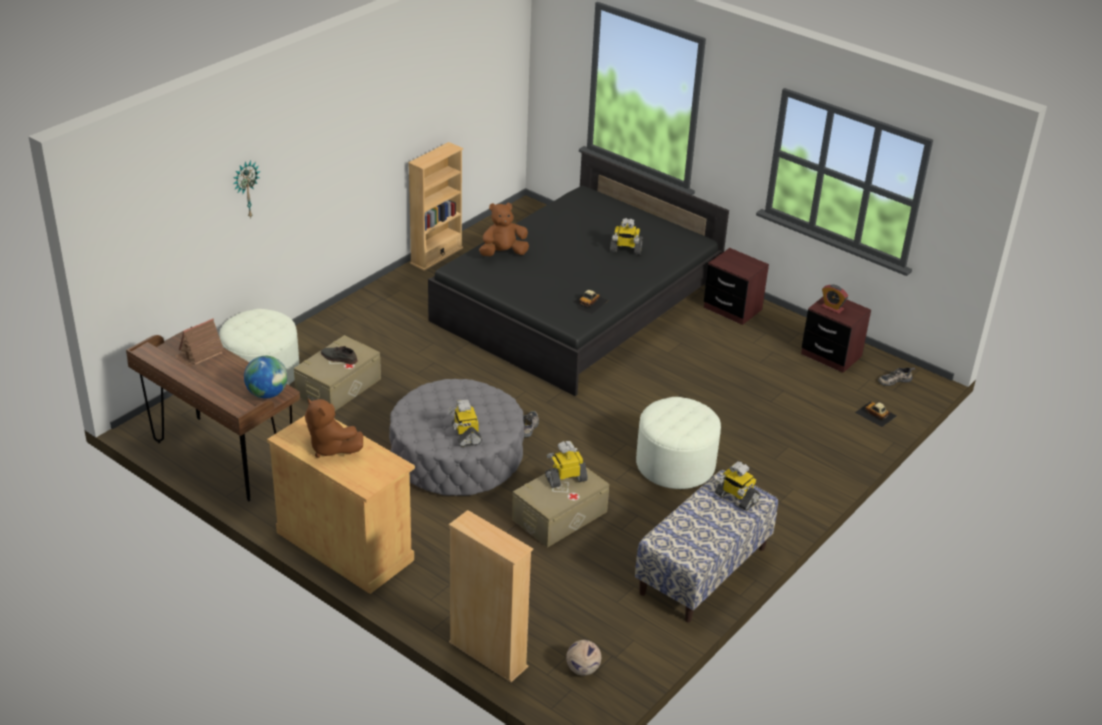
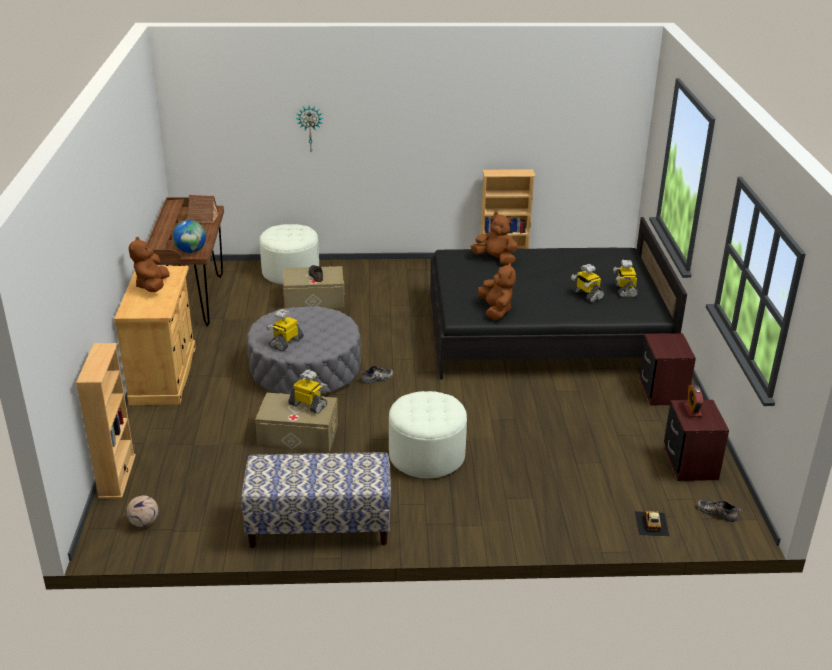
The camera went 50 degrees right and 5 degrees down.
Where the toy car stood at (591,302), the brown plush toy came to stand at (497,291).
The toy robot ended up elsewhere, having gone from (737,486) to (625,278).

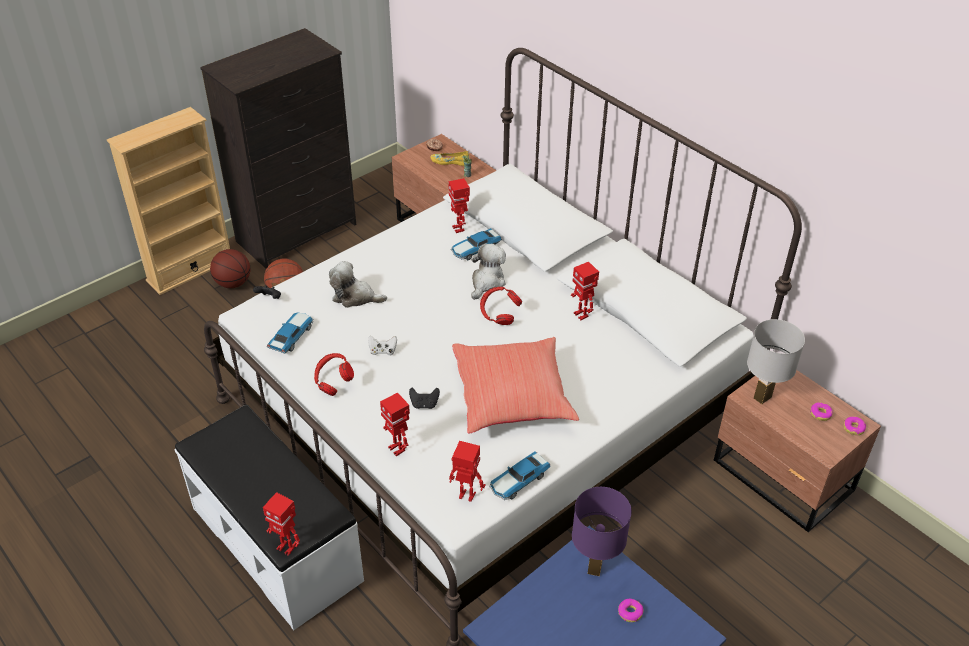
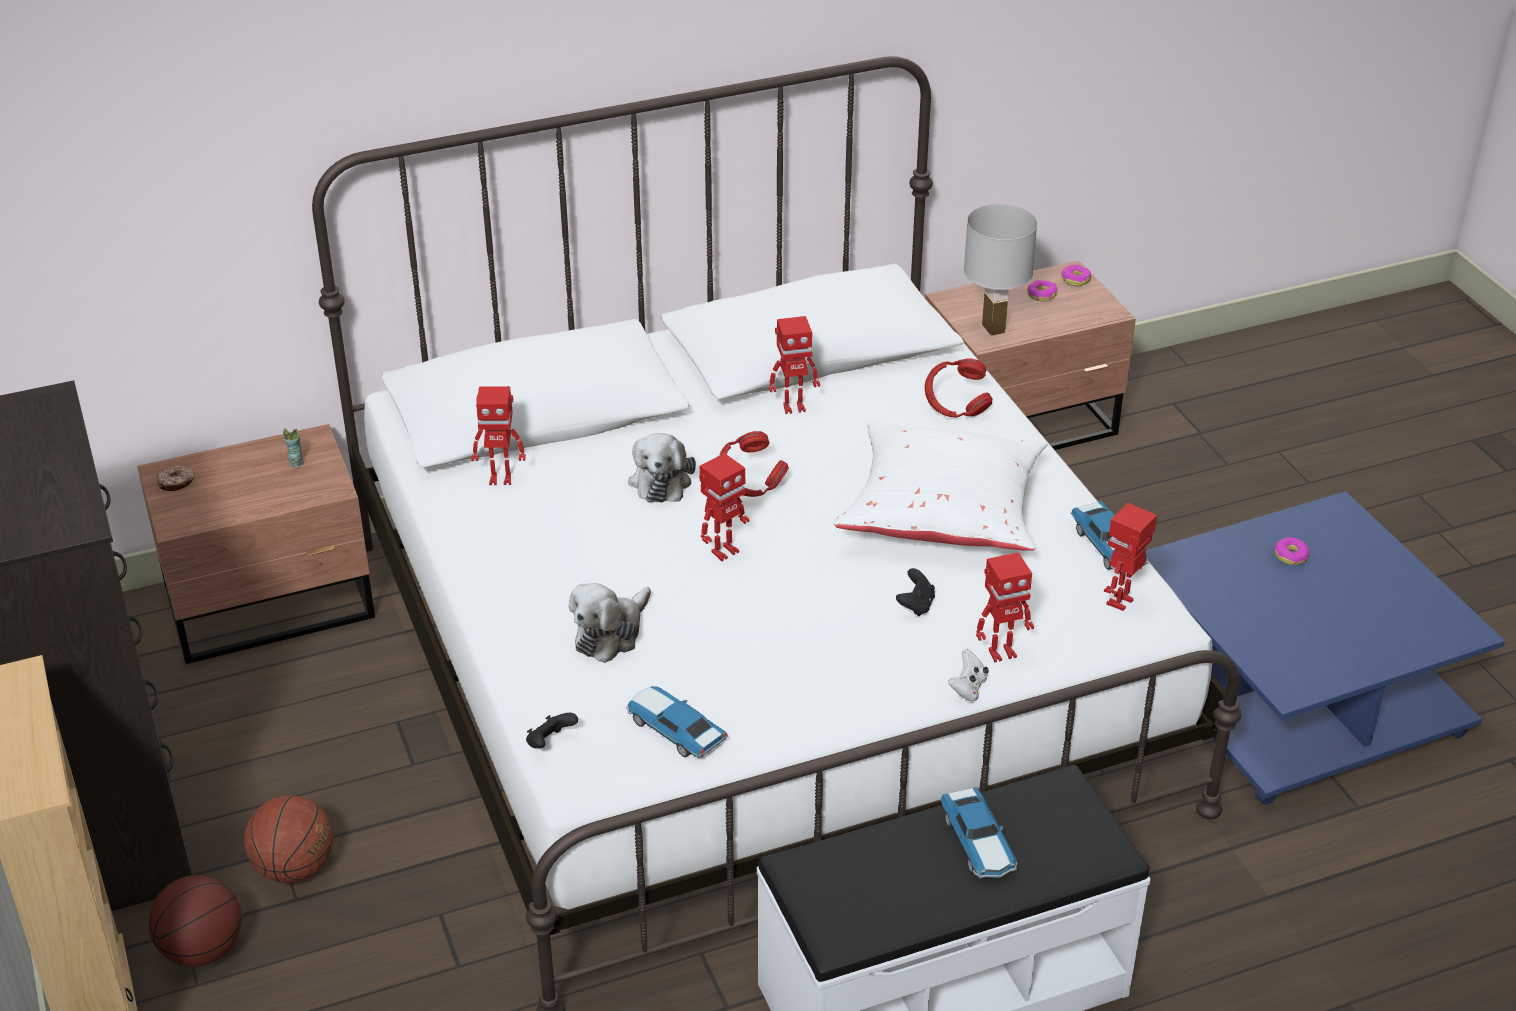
The camera went 70 degrees left and 5 degrees down.
The toy robot ended up elsewhere, having gone from (281,524) to (724,507).
The red headphones ended up elsewhere, having gone from (334,374) to (958,388).
The white game controller ended up elsewhere, having gone from (382,345) to (968,675).
The second view lost the yellow shoe at (450,158).
The toy car ended up elsewhere, having gone from (476,244) to (978,833).
What was the red pillow at (515,385) turned into the white pillow at (941,486).
The plush toy at (488,271) ended up facing another way, 135 degrees counterclockwise from before.
The second view lost the purple table lamp at (602,531).

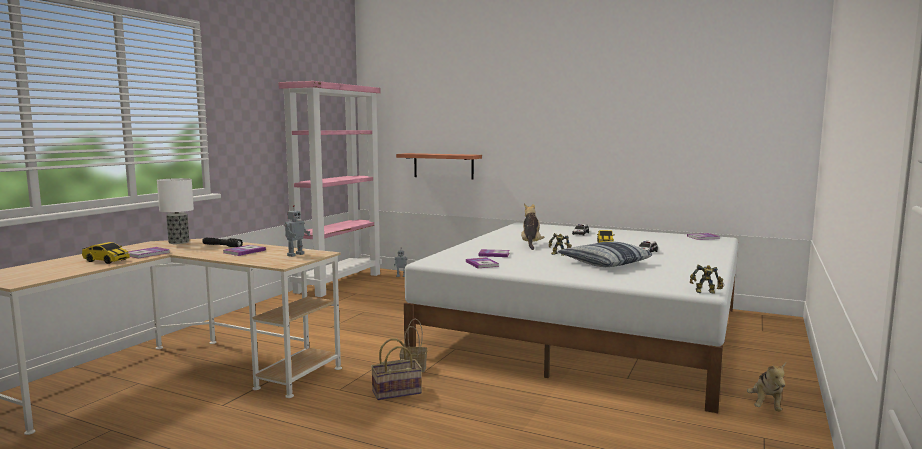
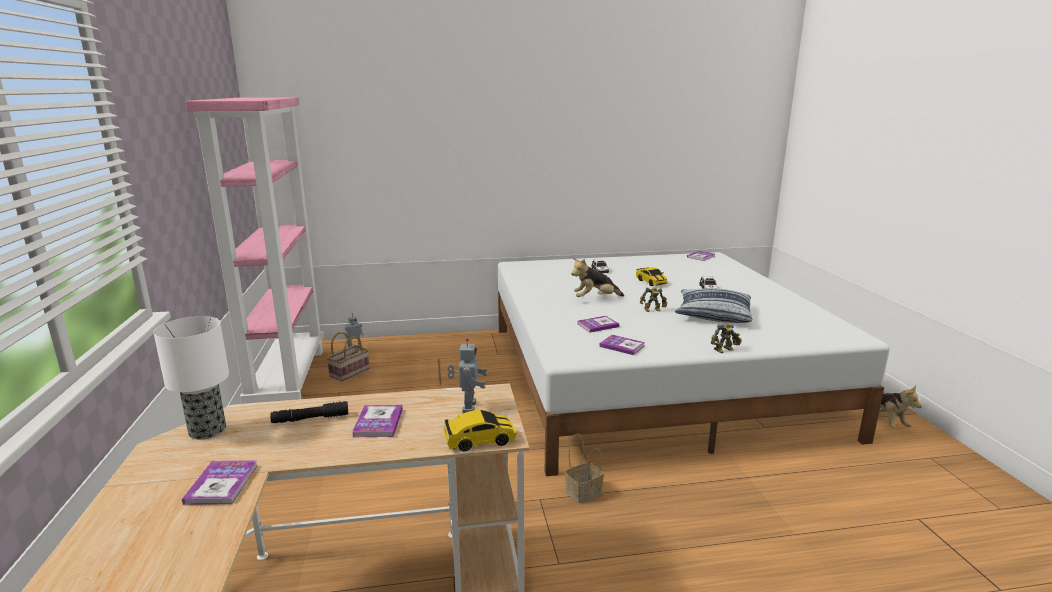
The camera went 35 degrees left and 10 degrees up.
The toy car ended up elsewhere, having gone from (106,253) to (479,430).
The basket ended up elsewhere, having gone from (396,369) to (348,356).
The second view lost the shelf at (439,166).
The plush toy at (532,227) ended up facing another way, 75 degrees counterclockwise from before.
The toy robot ended up elsewhere, having gone from (706,279) to (726,338).

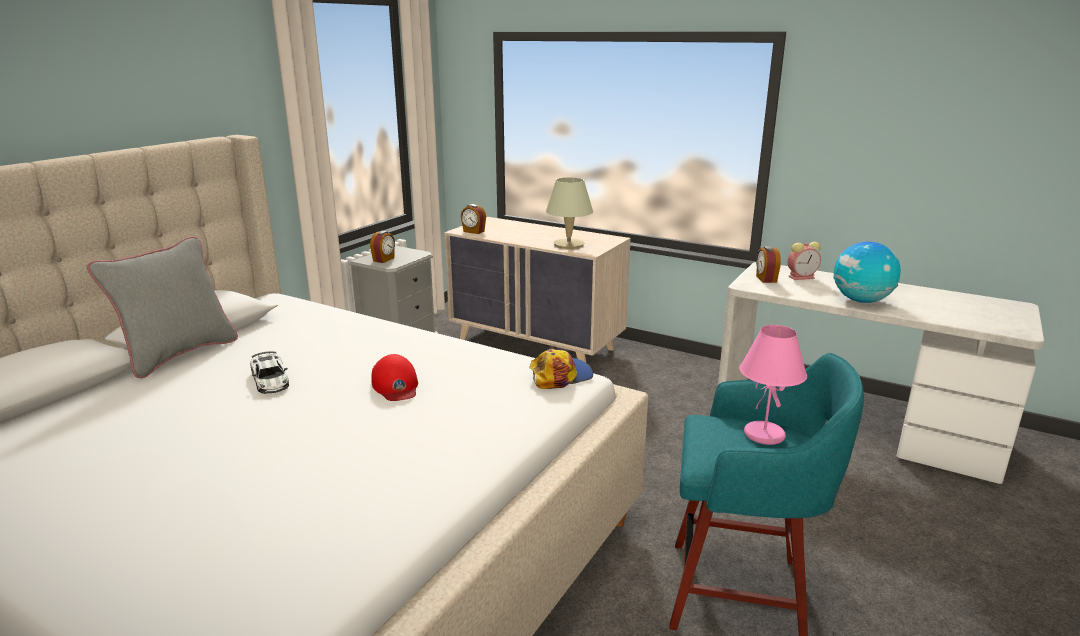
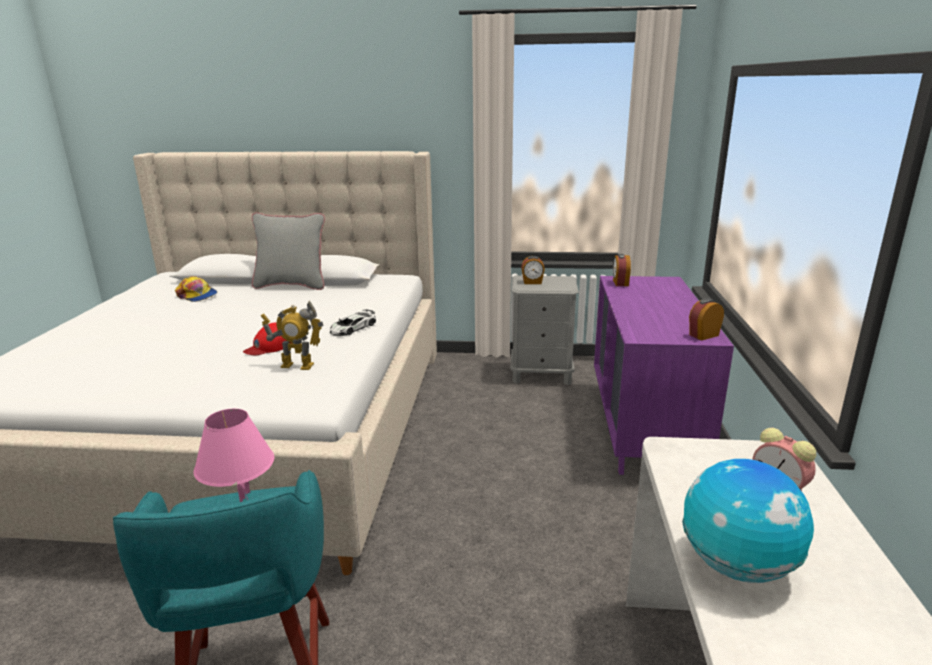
The camera went 65 degrees right and 0 degrees up.
The toy car ended up elsewhere, having gone from (269,372) to (353,323).
What was the beige dresser at (537,289) turned into the purple dresser at (664,375).
The cap ended up elsewhere, having gone from (561,369) to (196,289).
The second view lost the beige table lamp at (569,213).
The alarm clock ended up elsewhere, having gone from (768,264) to (706,319).
The second view gained the toy robot at (292,335).

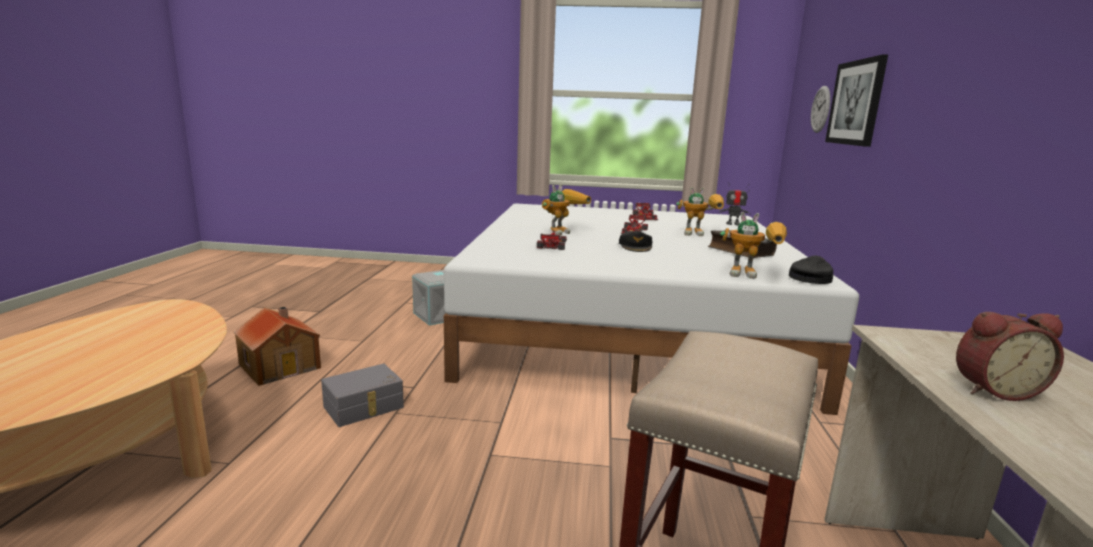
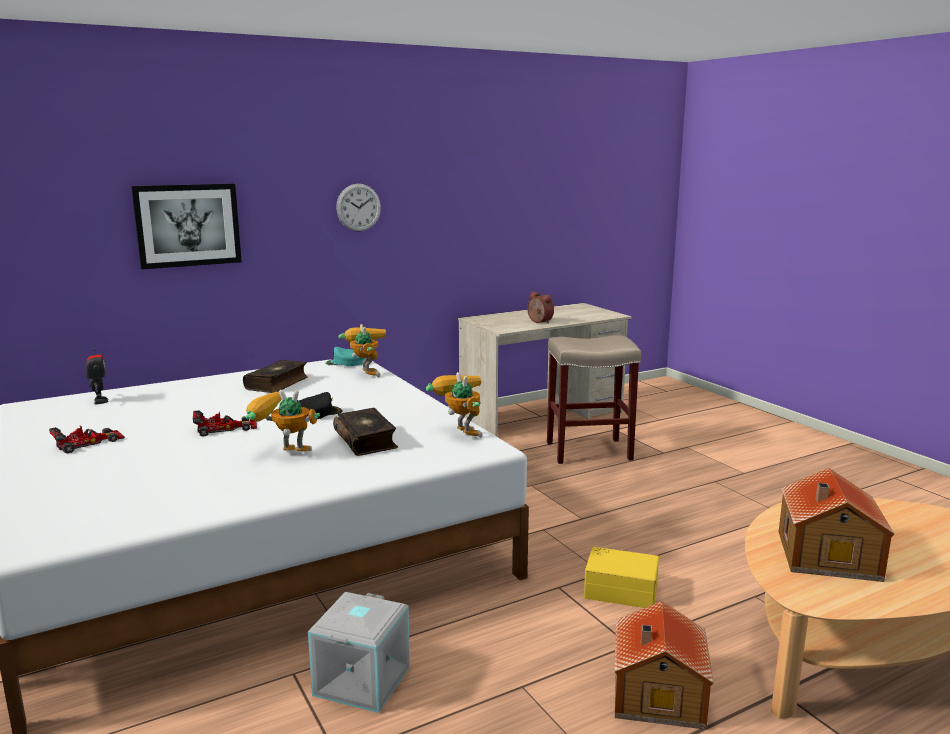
The camera went 125 degrees left and 0 degrees up.
What was the grey storage box at (362,395) turned into the yellow storage box at (621,577).
Where the toy car stood at (552,240), the book came to stand at (365,432).
The toy robot ended up elsewhere, having gone from (700,211) to (454,405).
What was the black cap at (811,270) turned into the turquoise cap at (345,356).
The wall clock ended up elsewhere, having gone from (820,109) to (358,208).
The second view gained the toy house at (836,525).

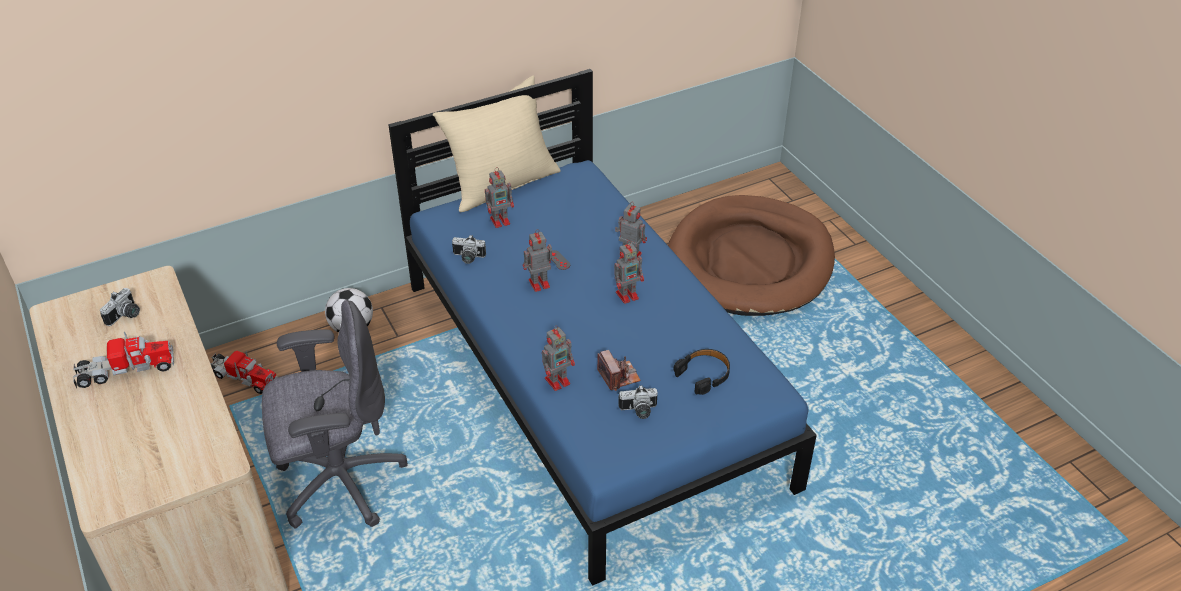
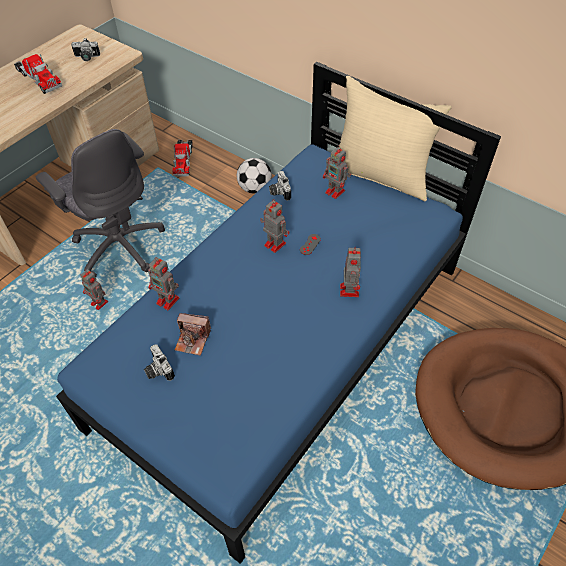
The camera went 65 degrees right and 10 degrees up.
The photo camera at (619,370) ended up facing another way, 60 degrees clockwise from before.
The toy robot ended up elsewhere, having gone from (629,272) to (94,289).
The second view lost the black headphones at (702,372).

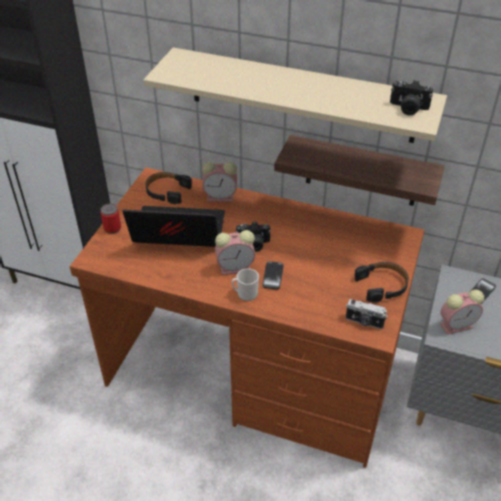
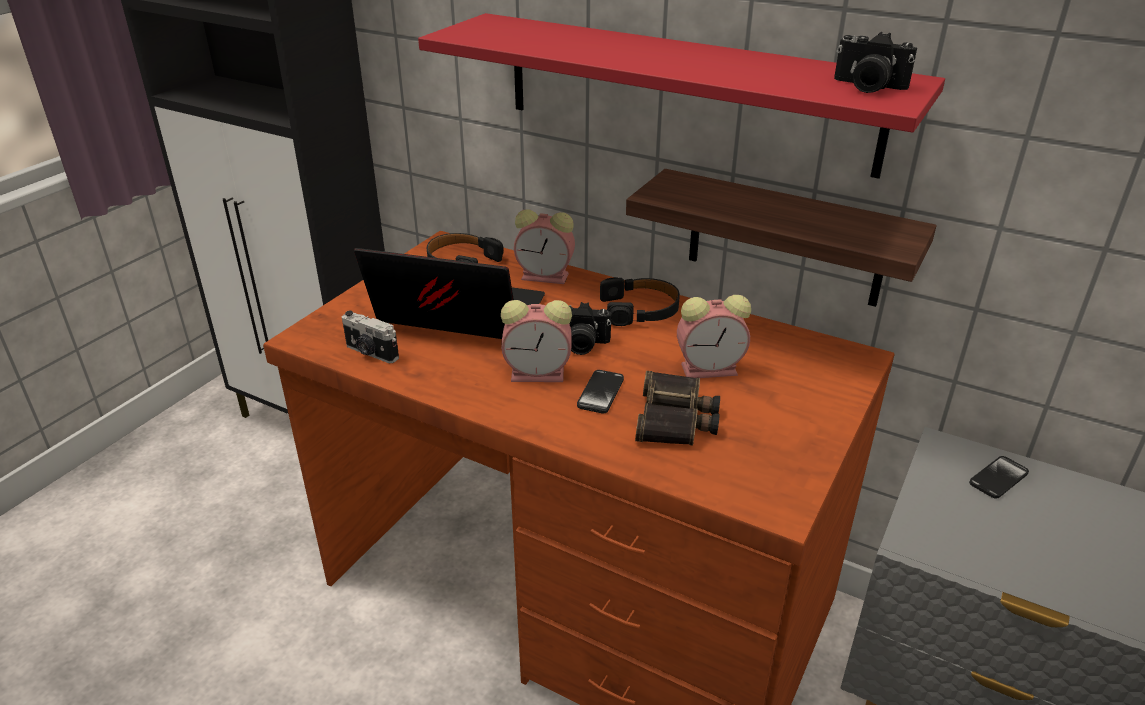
The camera went 10 degrees right and 10 degrees down.
The second view lost the can at (110,218).
What was the beige shelf at (295,95) turned into the red shelf at (681,96).
The second view lost the mug at (245,284).
The photo camera ended up elsewhere, having gone from (367,314) to (370,337).
The black headphones ended up elsewhere, having gone from (382,282) to (640,301).
The alarm clock ended up elsewhere, having gone from (462,312) to (714,336).
The second view gained the binoculars at (677,408).

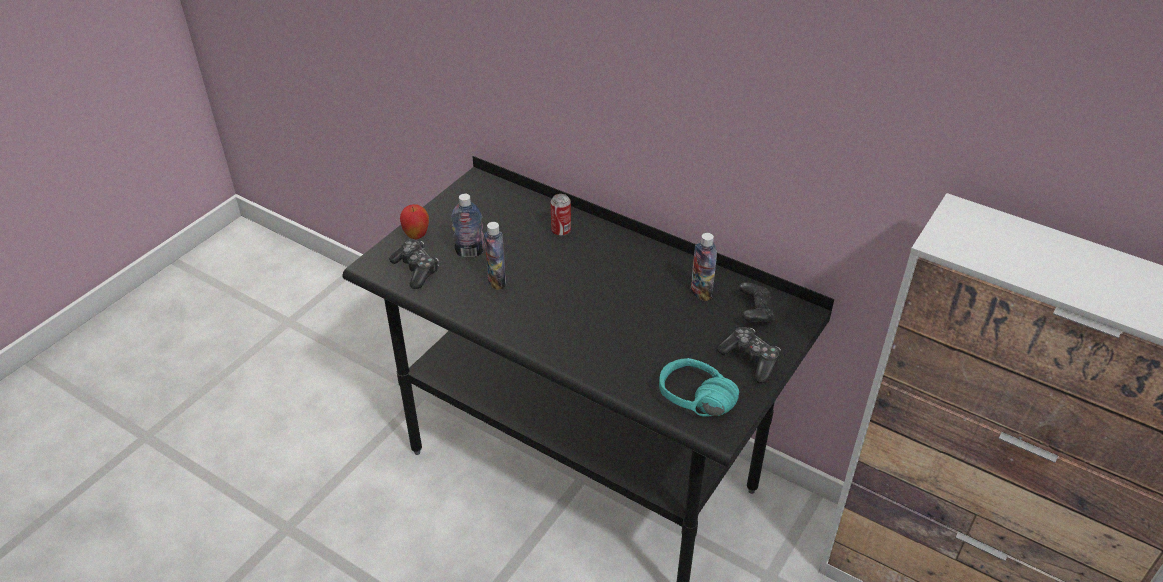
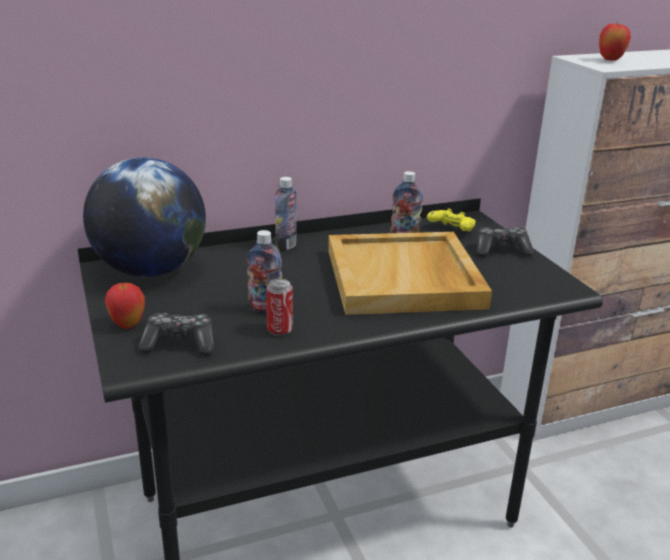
The camera went 55 degrees left and 15 degrees down.
The bottle ended up elsewhere, having gone from (468,226) to (286,214).
The can ended up elsewhere, having gone from (561,215) to (279,307).
The second view lost the turquoise headphones at (699,387).
What was the black game controller at (757,303) turned into the yellow game controller at (451,219).
The second view gained the globe at (144,217).
The second view gained the beige tray at (410,273).
The second view gained the apple at (615,41).

